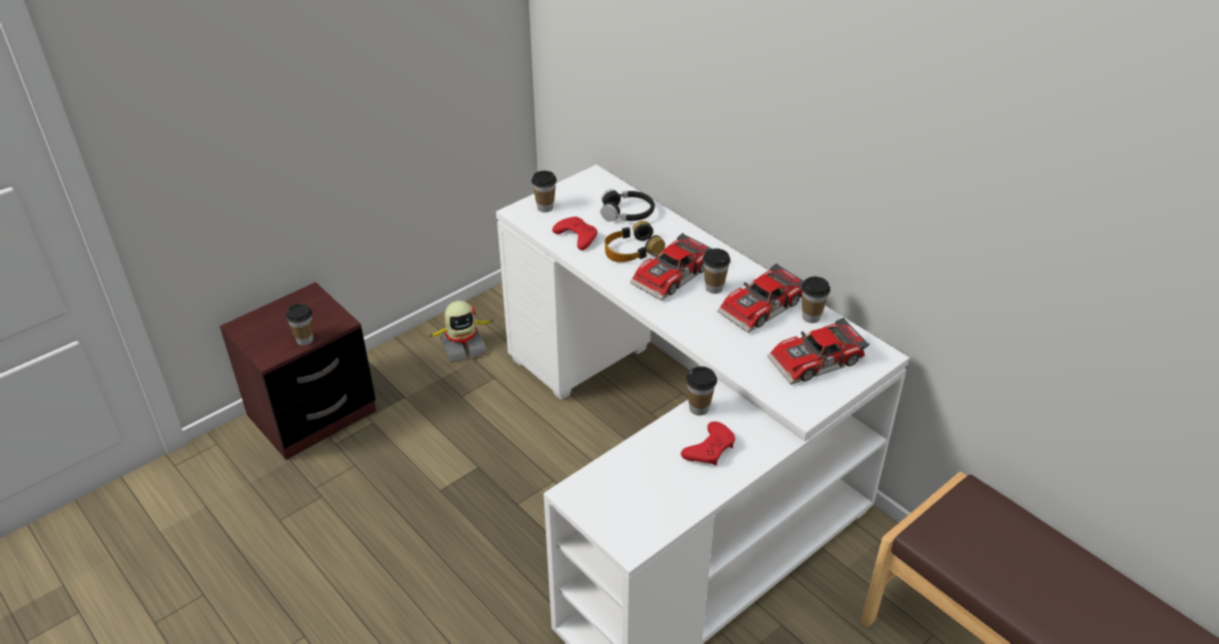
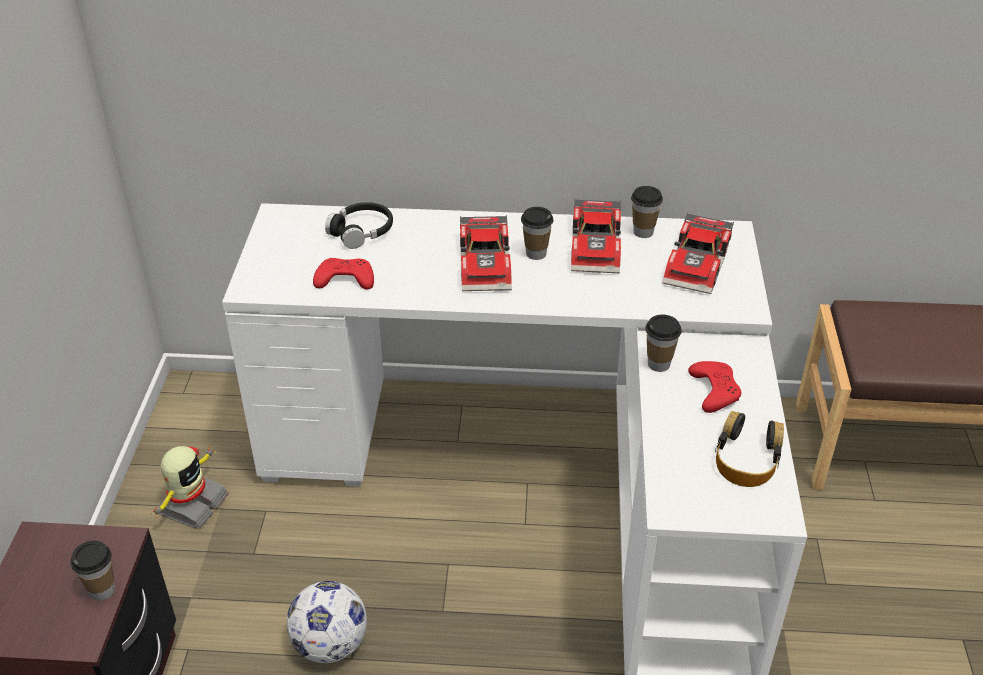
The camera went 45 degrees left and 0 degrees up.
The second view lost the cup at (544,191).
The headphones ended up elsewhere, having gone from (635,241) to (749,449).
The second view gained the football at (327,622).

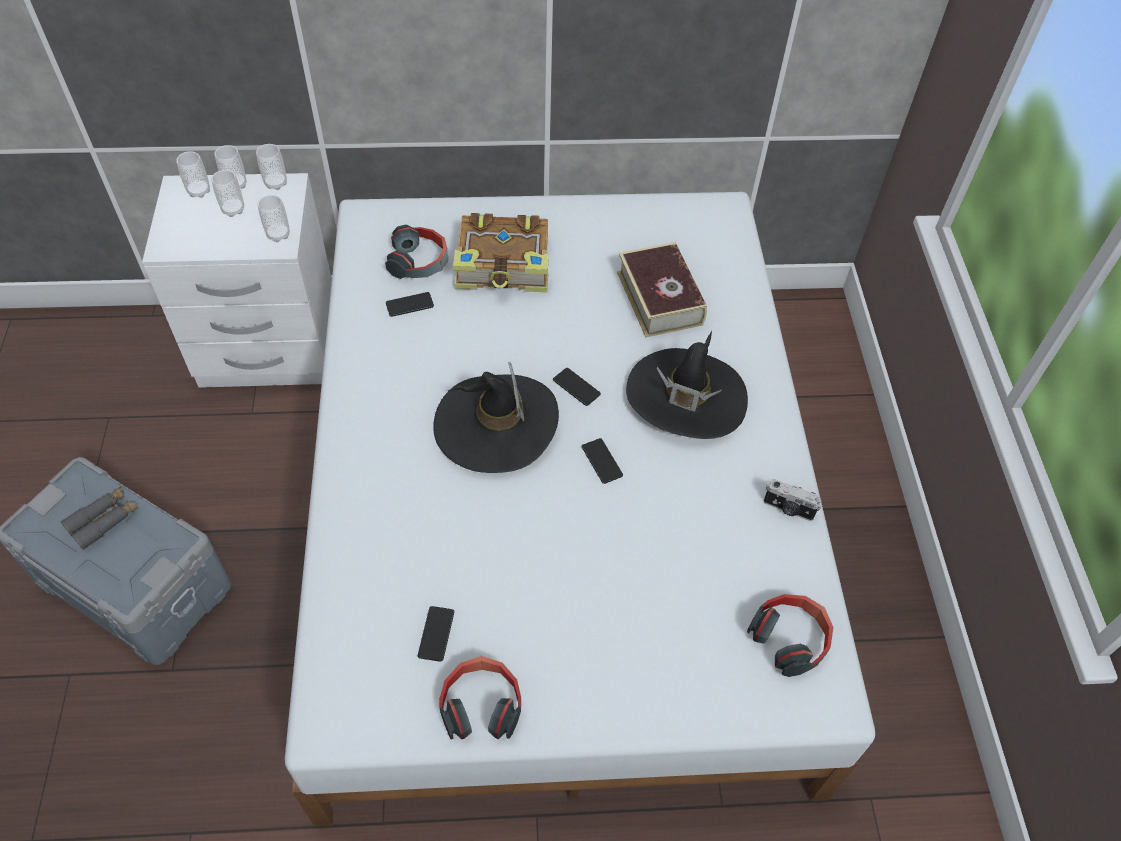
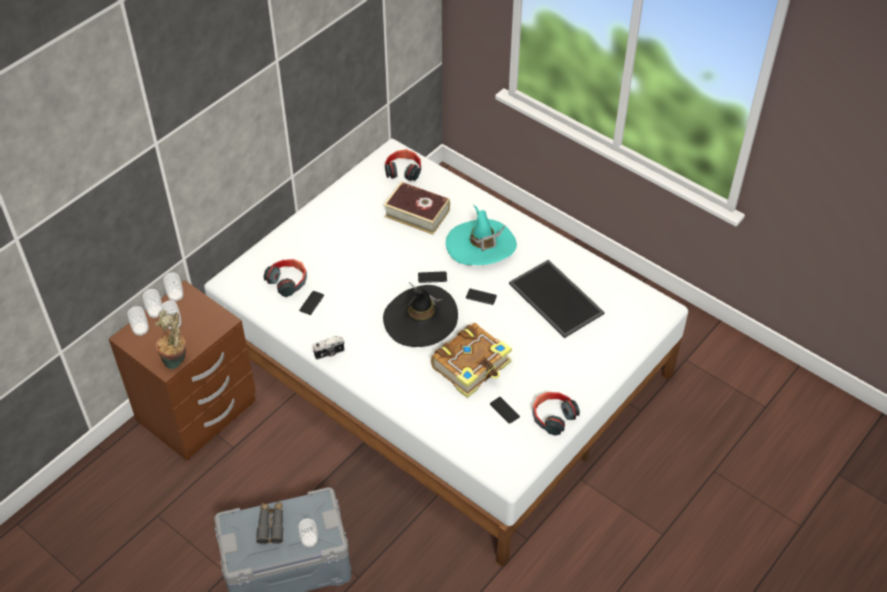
The camera went 45 degrees left and 5 degrees down.
What was the white nightstand at (237,280) turned into the brown nightstand at (182,370).
The cup ended up elsewhere, having gone from (274,218) to (308,533).
The book ended up elsewhere, having gone from (501,252) to (471,360).
What was the black hat at (687,385) turned into the turquoise hat at (481,235).
The headphones ended up elsewhere, having gone from (790,635) to (403,165).
The photo camera ended up elsewhere, having gone from (793,500) to (328,348).
The second view gained the potted plant at (170,340).
The second view gained the tray at (557,299).

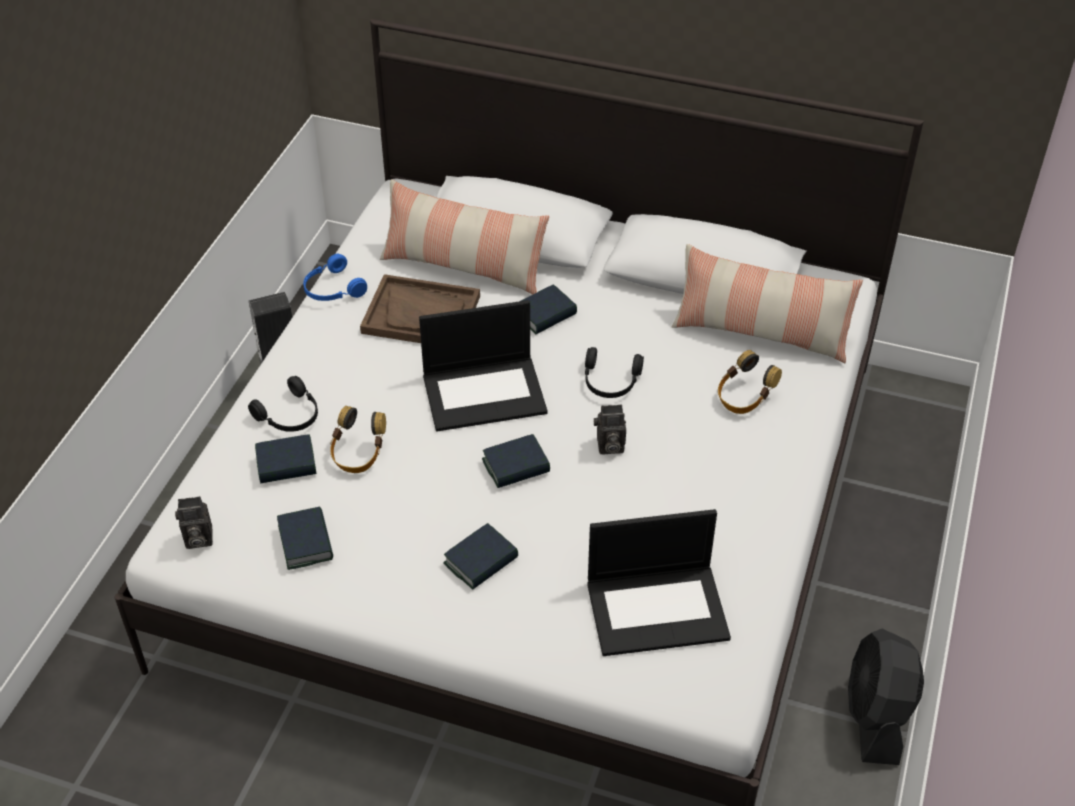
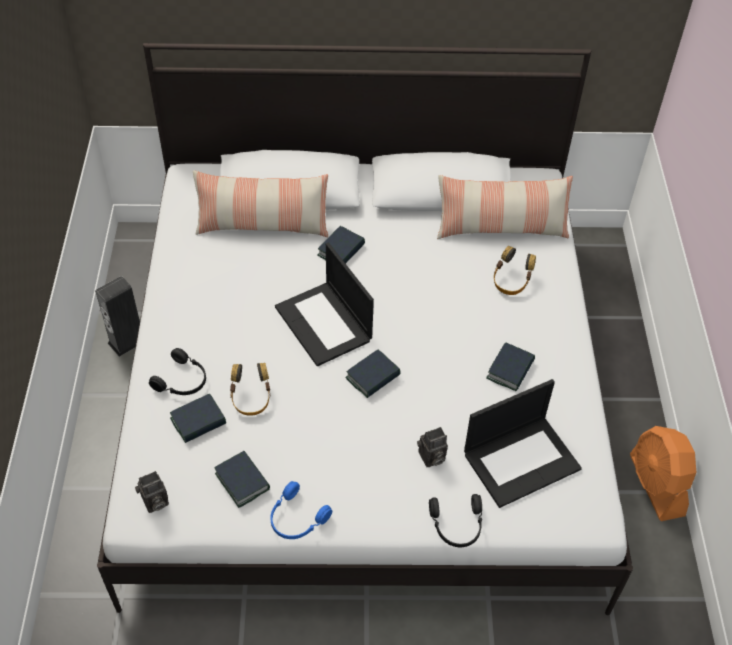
The camera went 20 degrees left and 5 degrees up.
The blue headphones ended up elsewhere, having gone from (335,277) to (301,510).
The second view lost the brown tray at (420,308).
The laptop at (483,365) ended up facing another way, 90 degrees clockwise from before.
The book ended up elsewhere, having gone from (480,556) to (510,366).
The black headphones ended up elsewhere, having gone from (614,372) to (455,520).
The photo camera ended up elsewhere, having gone from (610,429) to (432,447).
What was the black fan at (886,697) turned into the orange fan at (663,473).

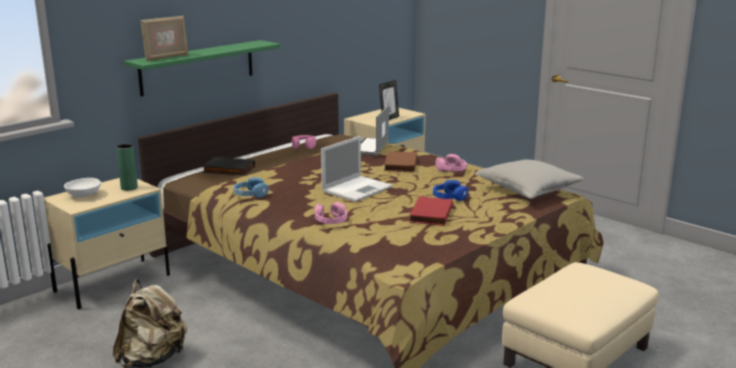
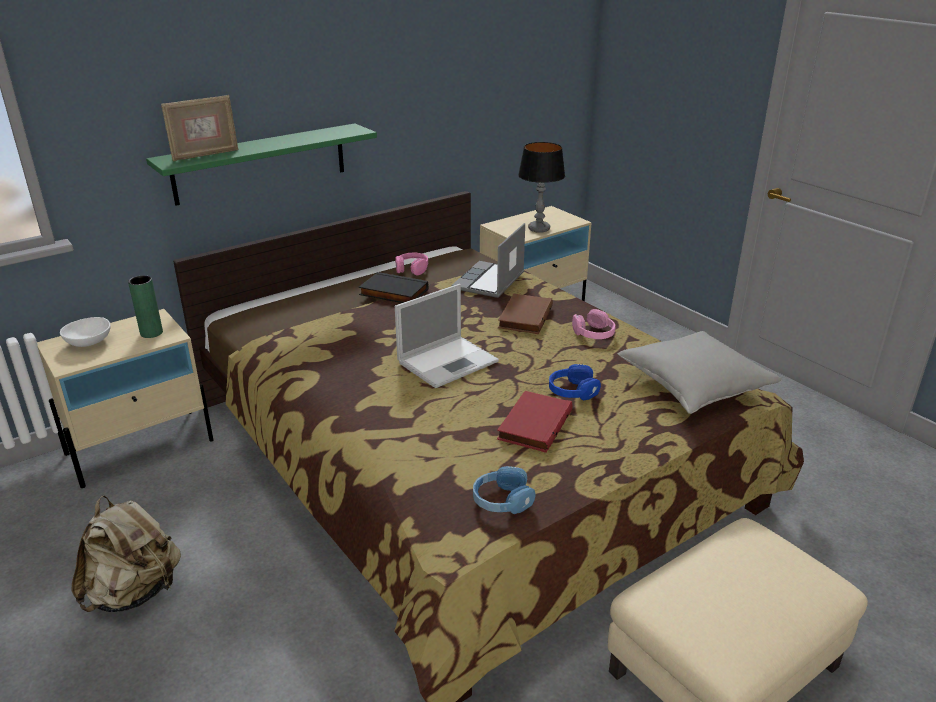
The camera went 10 degrees right and 10 degrees up.
The black book ended up elsewhere, having gone from (228,166) to (394,287).
The blue headphones ended up elsewhere, having gone from (251,187) to (504,490).
The second view lost the pink headphones at (331,213).
Where the picture frame stood at (389,100), the table lamp came to stand at (541,187).

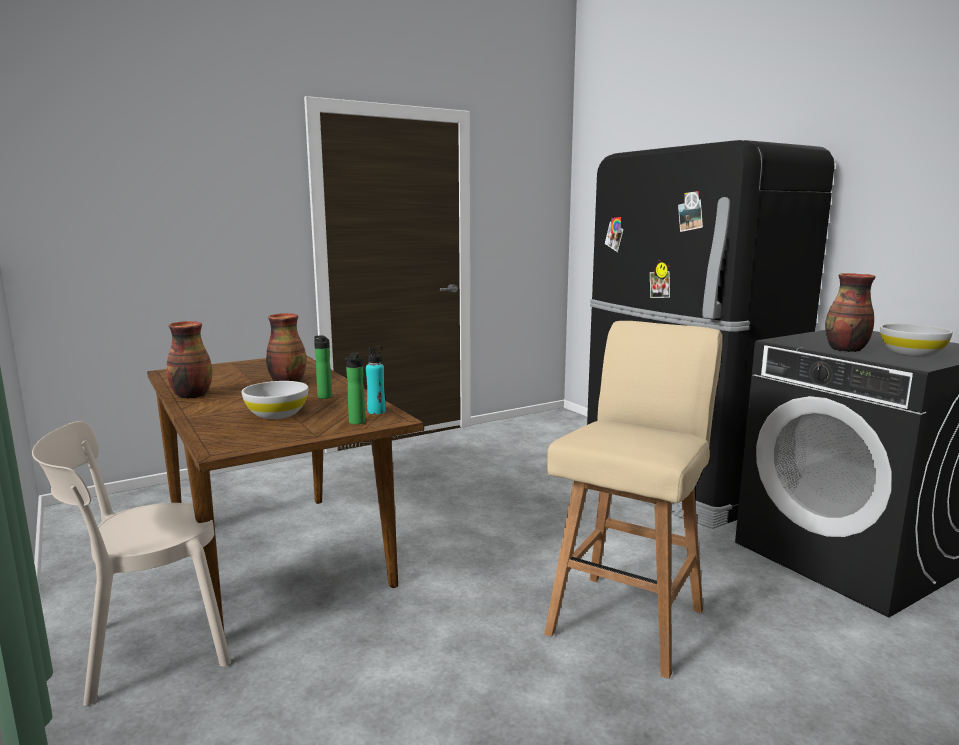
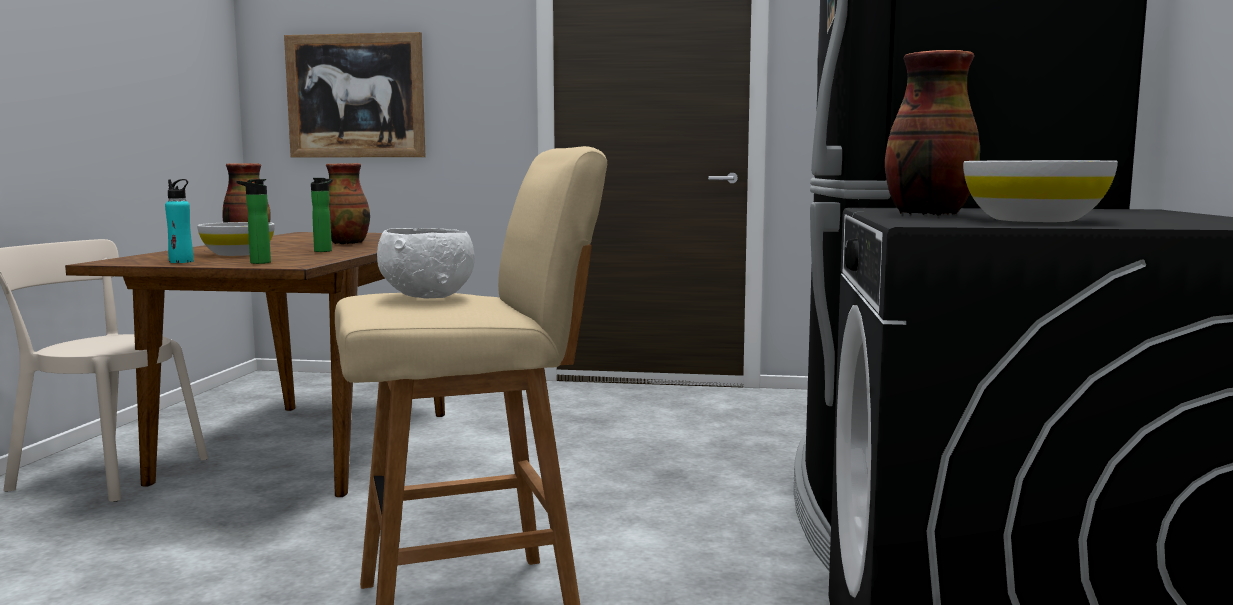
The camera went 40 degrees right and 5 degrees down.
The turquoise bottle ended up elsewhere, having gone from (376,380) to (179,221).
The second view gained the picture at (354,94).
The second view gained the white bowl at (426,263).

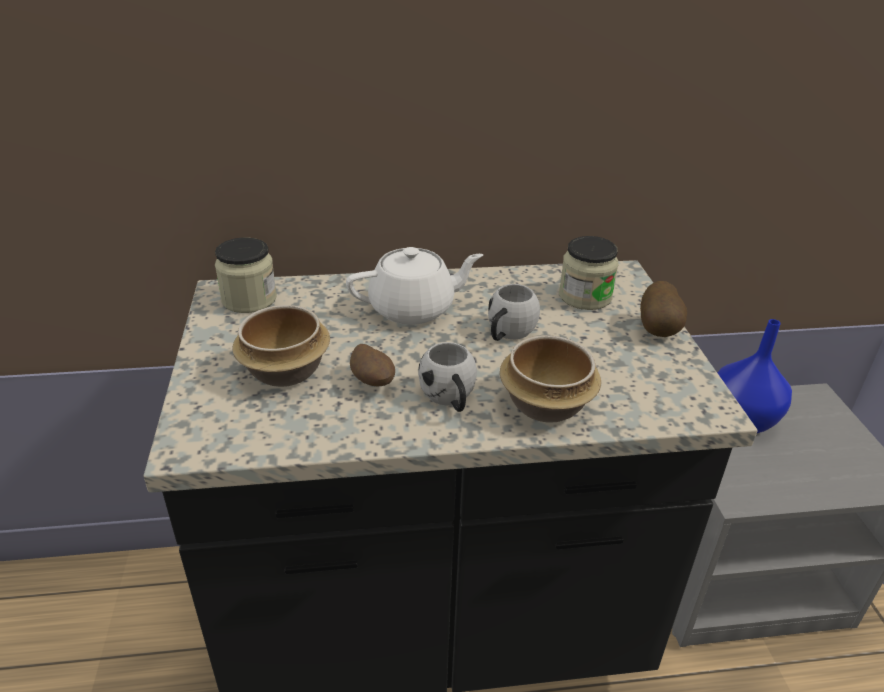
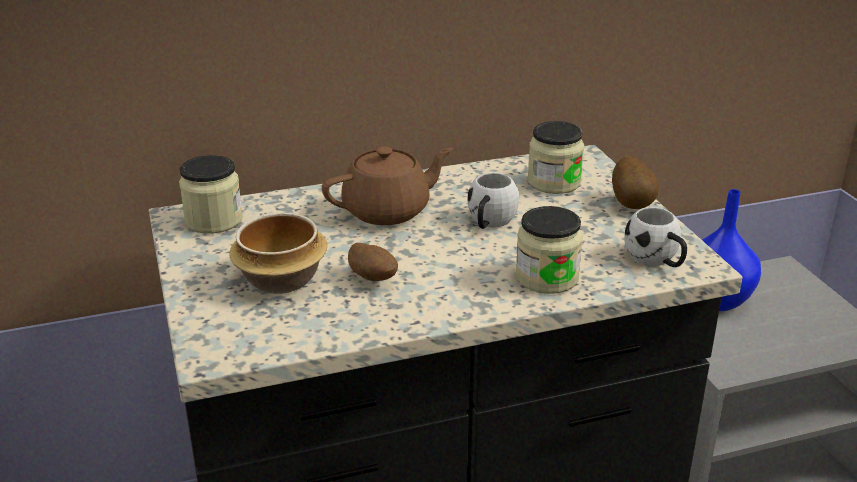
The camera went 10 degrees left and 5 degrees down.
What was the white teapot at (414,286) turned into the brown teapot at (387,186).
The white mug ended up elsewhere, having gone from (447,377) to (655,237).
Where the bowl stood at (550,378), the jar came to stand at (549,250).

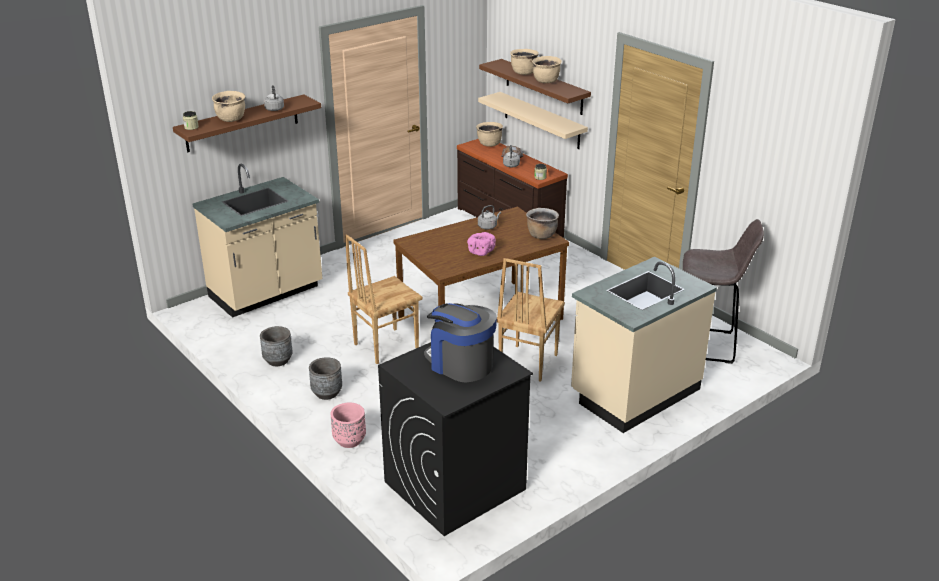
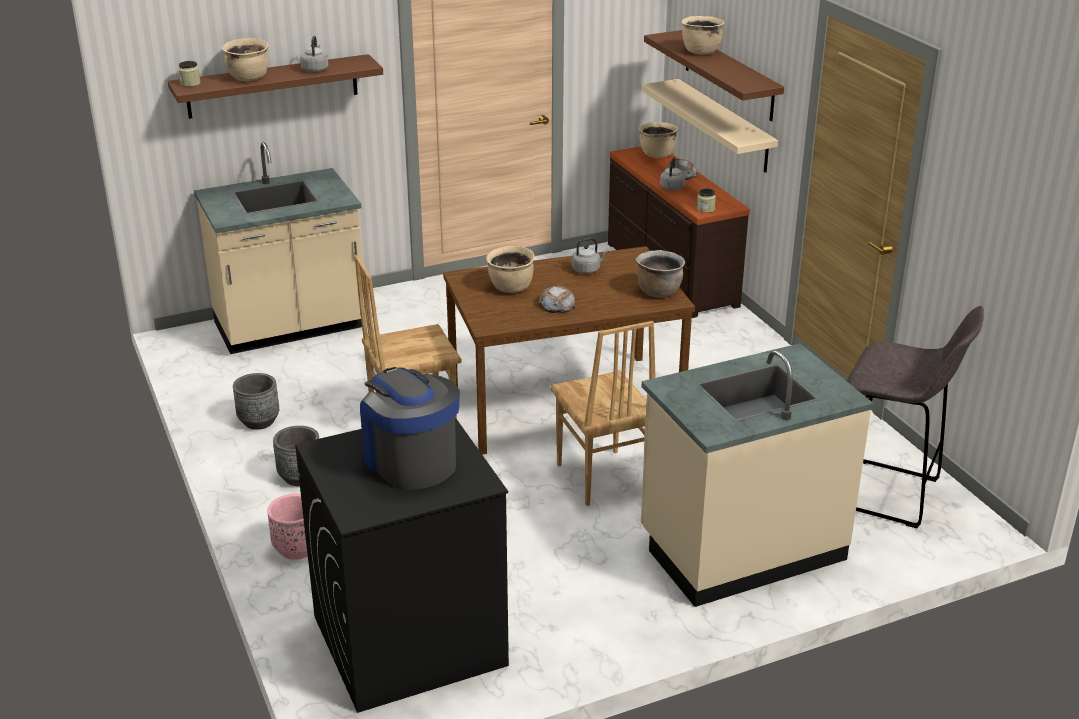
The camera went 15 degrees right and 0 degrees up.
Where the pink bowl stood at (481,244), the bread came to stand at (557,299).
The brown chair at (531,320) ended up facing another way, 60 degrees counterclockwise from before.
The beige cooking pot ended up elsewhere, having gone from (547,69) to (510,269).

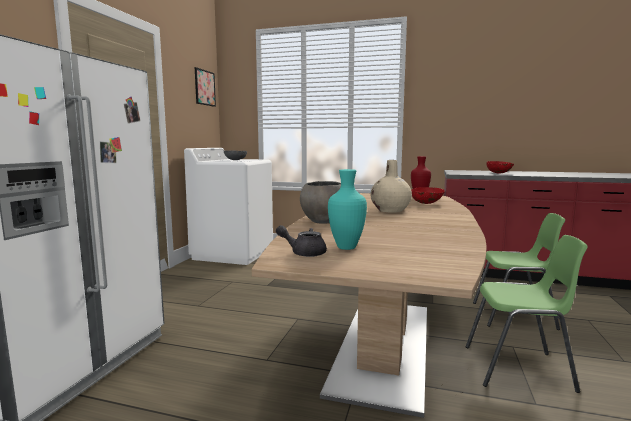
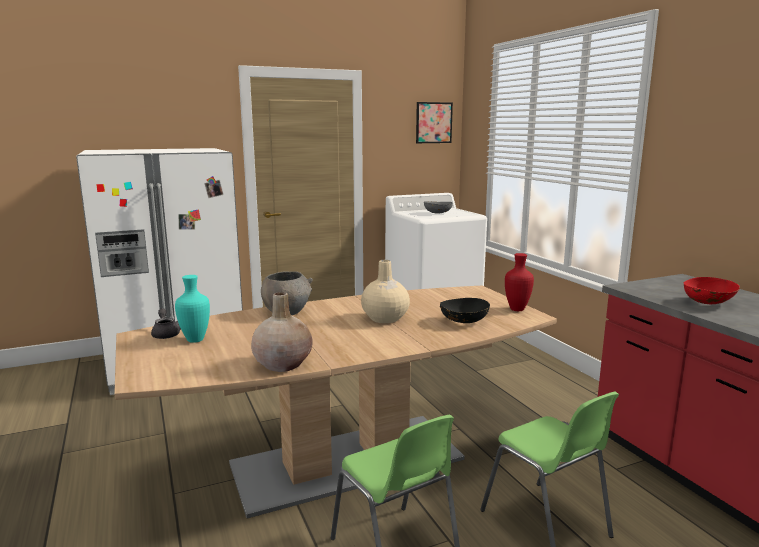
The camera went 50 degrees right and 5 degrees up.
What was the red bowl at (428,195) turned into the black bowl at (465,310).
The second view gained the beige vase at (281,332).

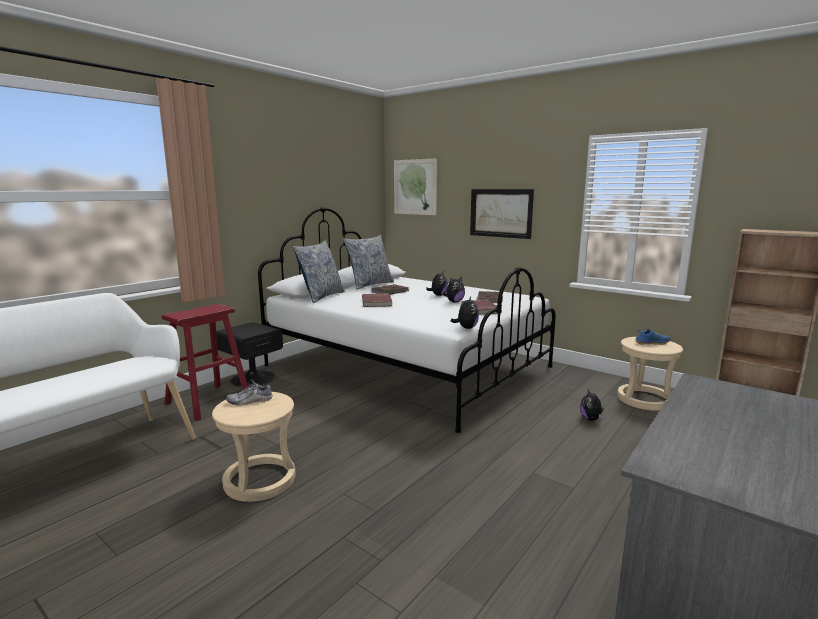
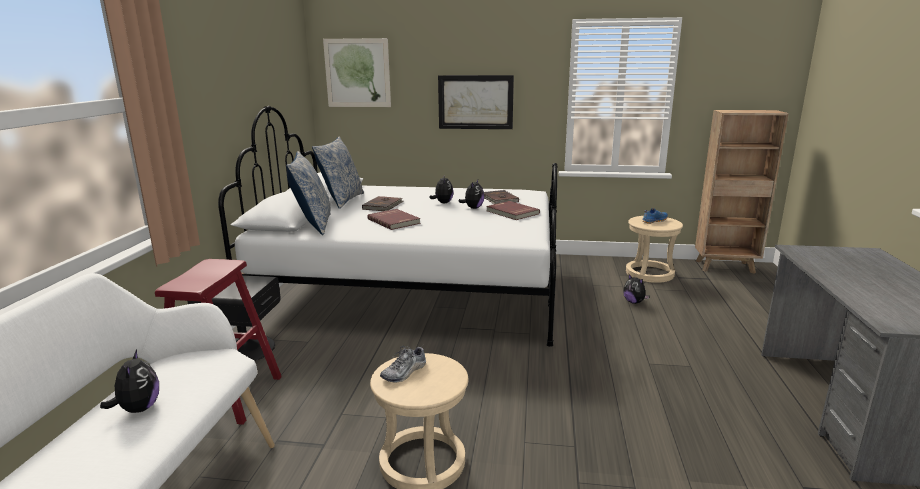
The camera went 30 degrees left and 5 degrees up.
The plush toy ended up elsewhere, having gone from (465,313) to (129,381).

